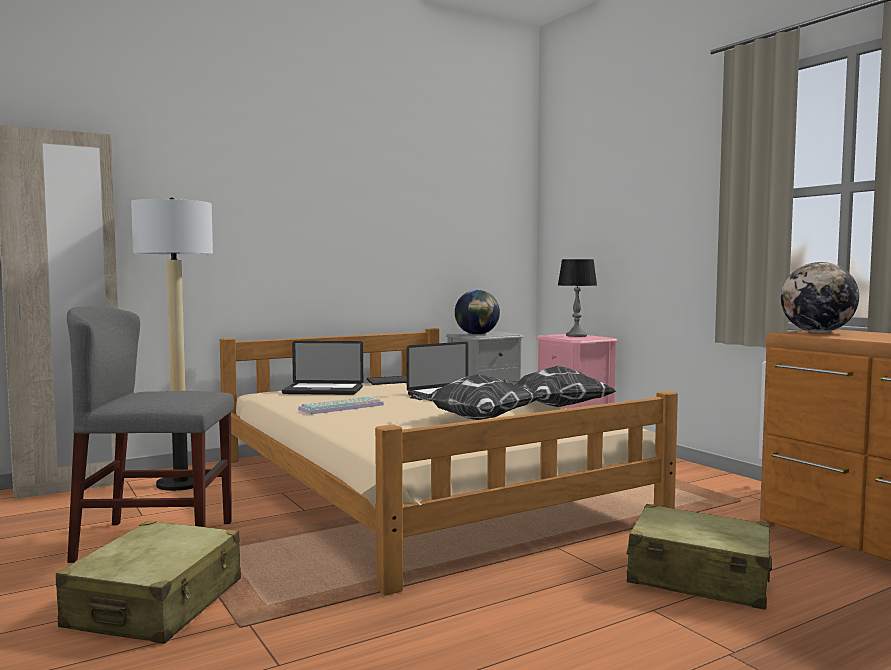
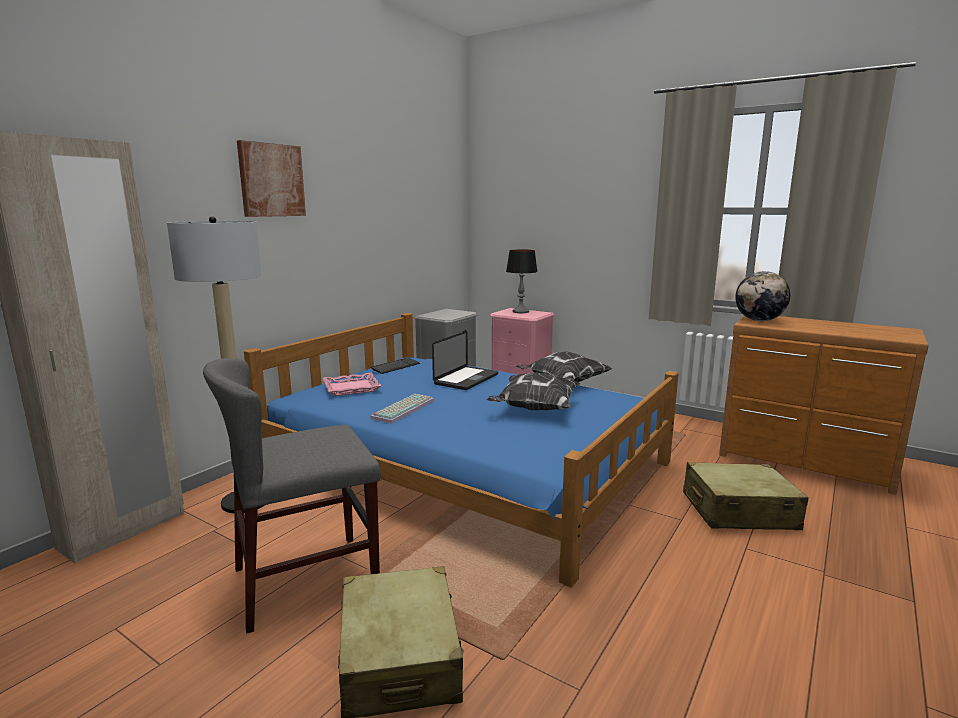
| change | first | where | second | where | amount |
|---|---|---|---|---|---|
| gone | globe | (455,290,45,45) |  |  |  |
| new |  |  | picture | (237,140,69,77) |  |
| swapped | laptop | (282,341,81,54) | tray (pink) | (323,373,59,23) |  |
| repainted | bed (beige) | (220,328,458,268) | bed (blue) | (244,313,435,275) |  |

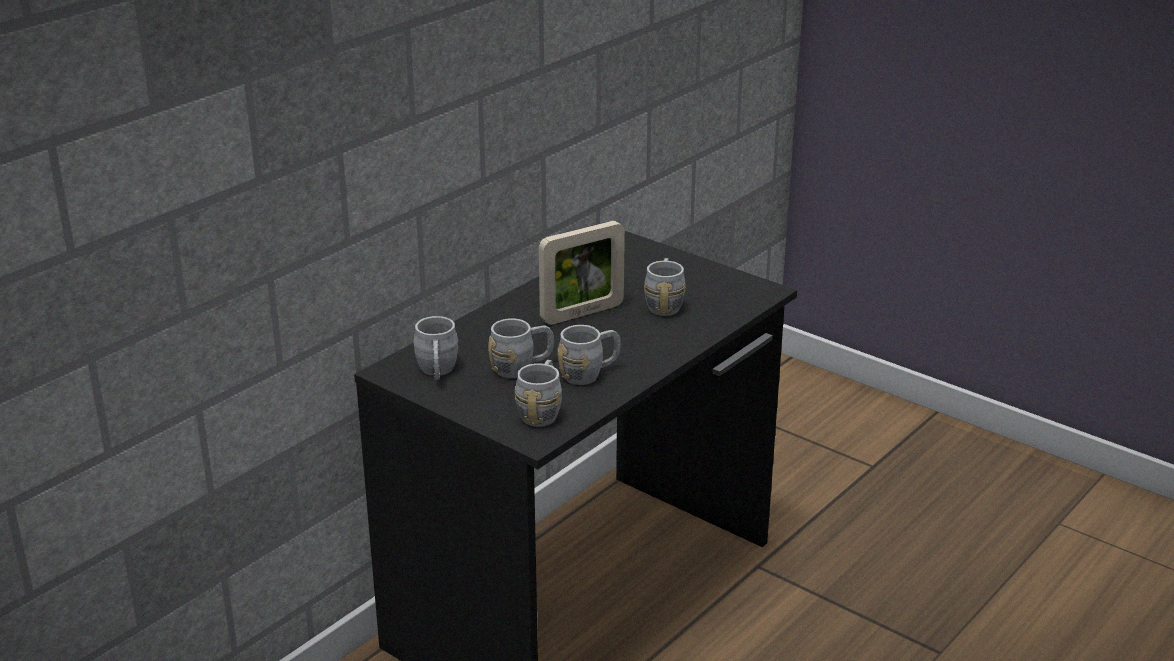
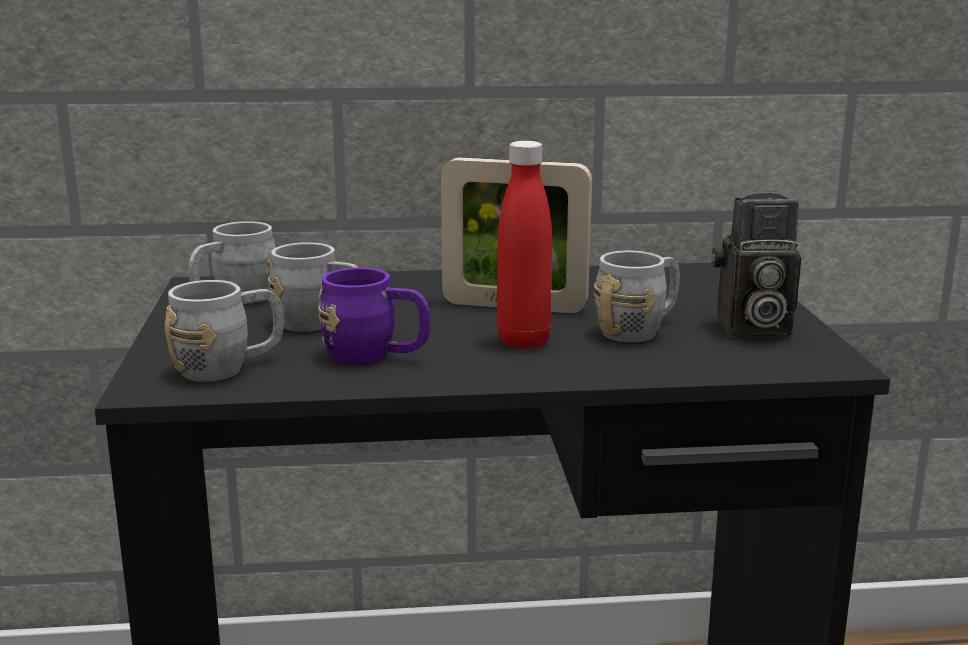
| change | first | where | second | where | amount |
|---|---|---|---|---|---|
| new |  |  | bottle (red) | (497,141,55,208) |  |
| new |  |  | photo camera | (712,193,89,146) |  |
| repainted | mug (grey) | (558,325,63,60) | mug (purple) | (318,267,113,98) |  |

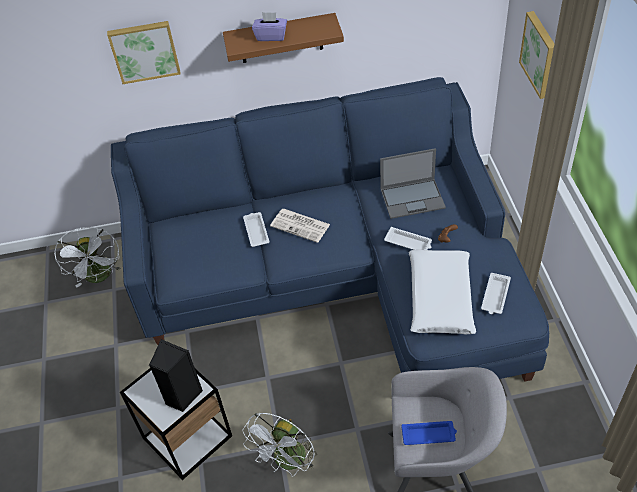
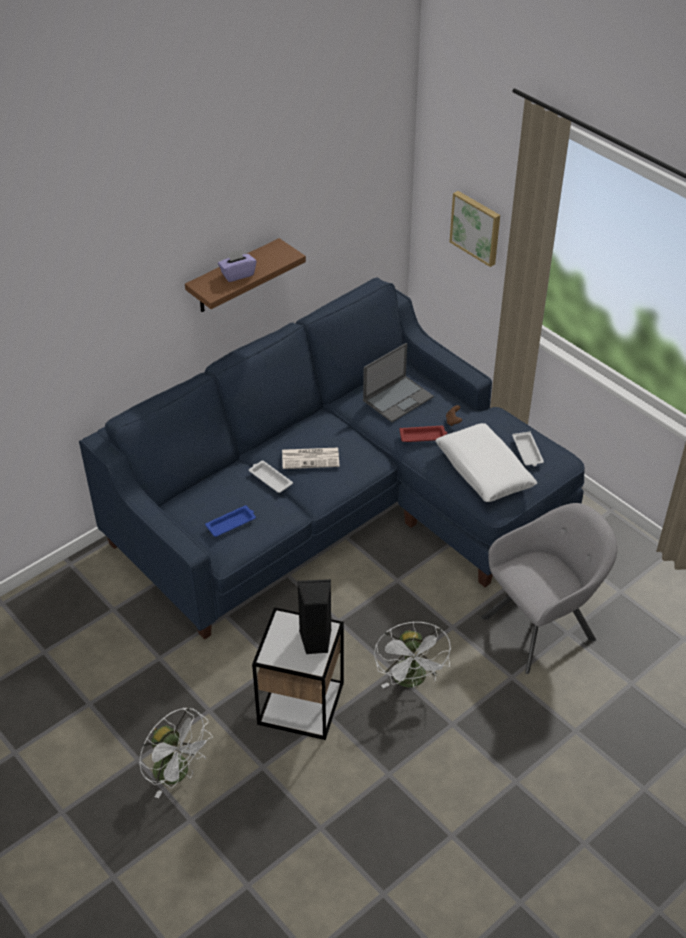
| change | first | where | second | where | amount |
|---|---|---|---|---|---|
| gone | picture | (107,21,74,63) |  |  |  |
| shifted | fan (white) | (54,227,66,61) |  | (139,707,74,91) |  |
| shifted | tray (blue) | (401,421,56,24) |  | (205,506,51,31) |  |
| repainted | tray (white) | (384,227,48,23) | tray (red) | (399,426,48,16) |  |

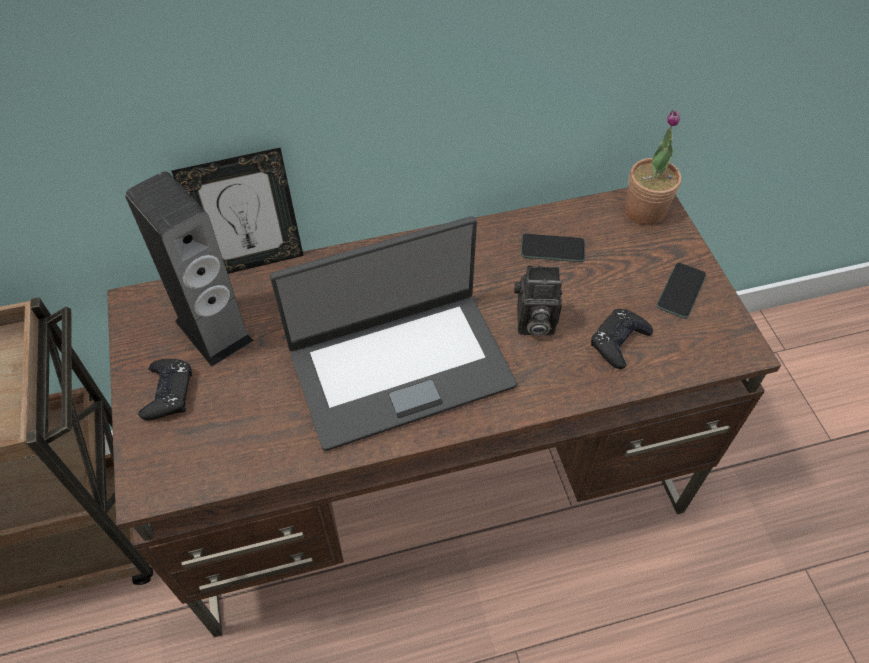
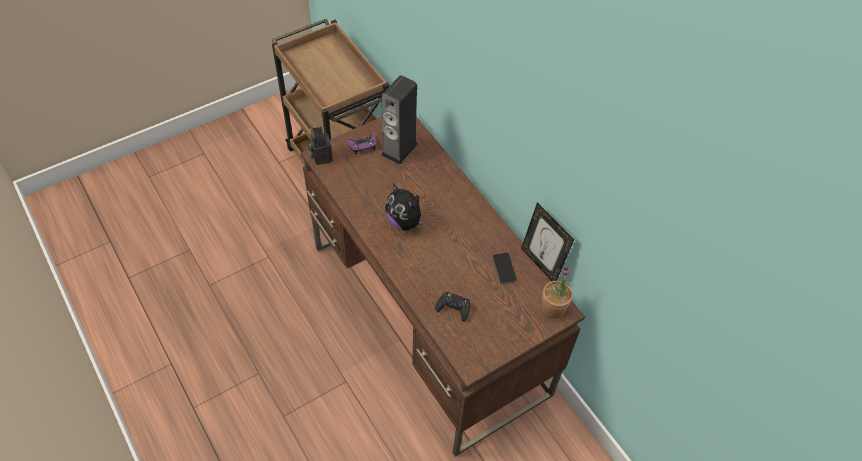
| change | first | where | second | where | amount |
|---|---|---|---|---|---|
| gone | phone | (657,263,49,56) |  |  |  |
| shifted | picture frame | (171,148,133,126) |  | (521,202,53,79) |  |
| shifted | photo camera | (514,266,48,70) |  | (308,127,25,38) |  |
| swapped | laptop | (270,216,247,235) | plush toy | (385,184,42,46) |  |
| repainted | game controller (black) | (138,359,54,61) | game controller (purple) | (347,134,30,20) |  |

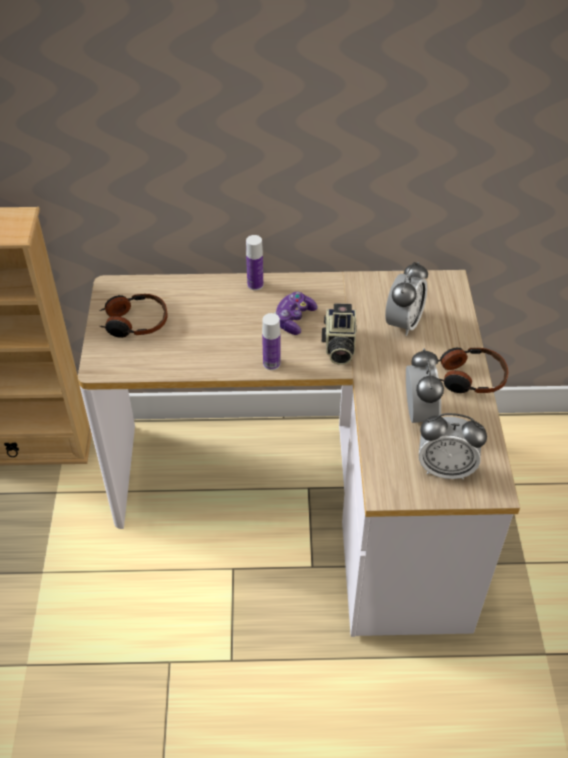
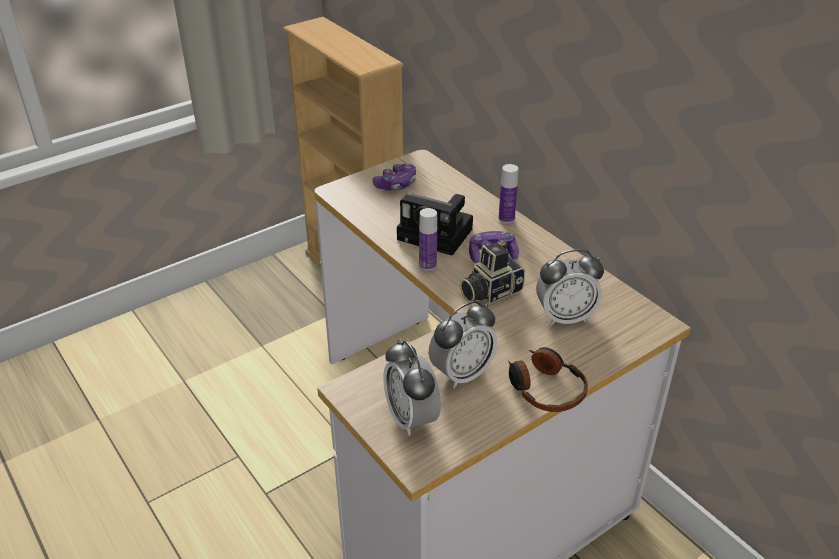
| change | first | where | second | where | amount |
|---|---|---|---|---|---|
| new |  |  | photo camera | (397,194,76,62) |  |
| swapped | headphones | (99,294,68,44) | game controller | (372,163,44,27) |  |

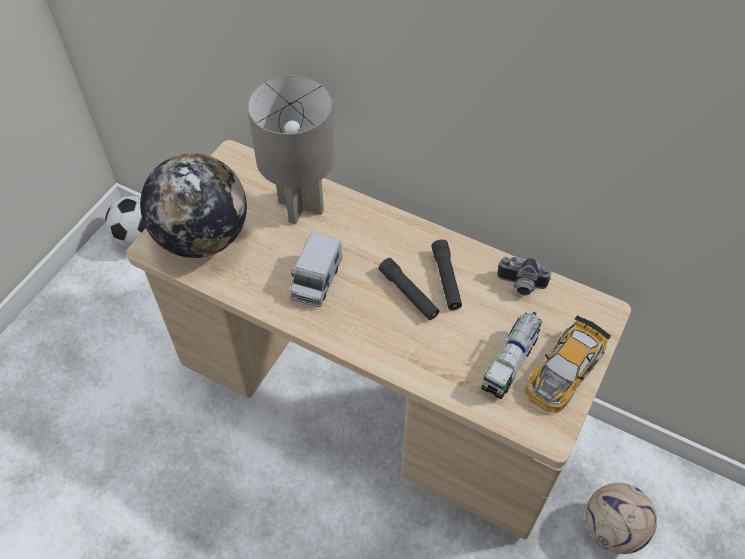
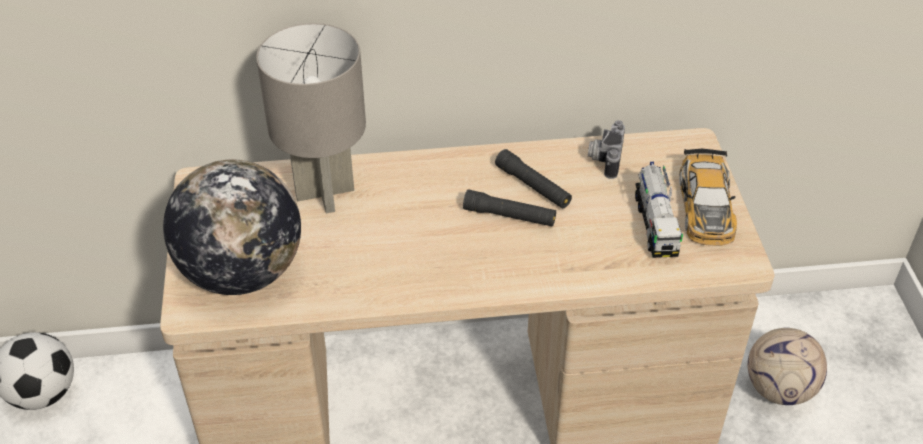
| change | first | where | second | where | amount |
|---|---|---|---|---|---|
| gone | toy truck | (290,233,52,74) |  |  |  |
| rotated | photo camera | (497,257,54,38) |  | (588,120,37,59) | 120 degrees clockwise |

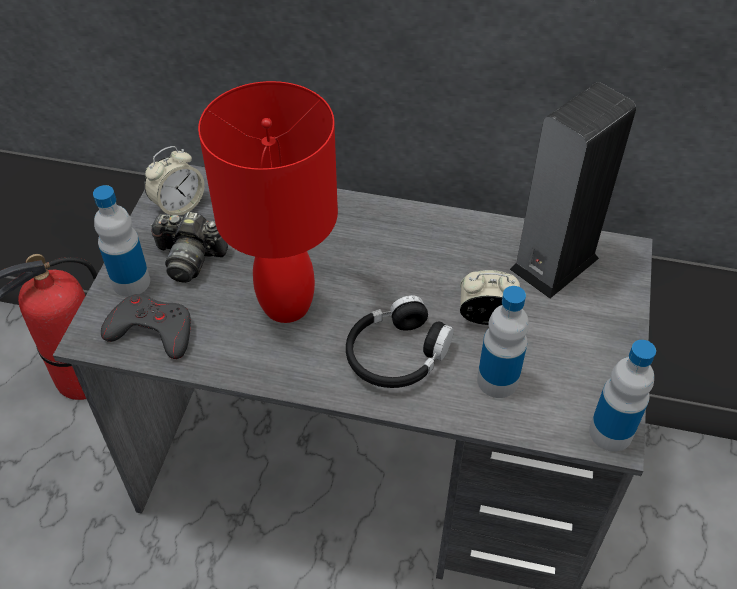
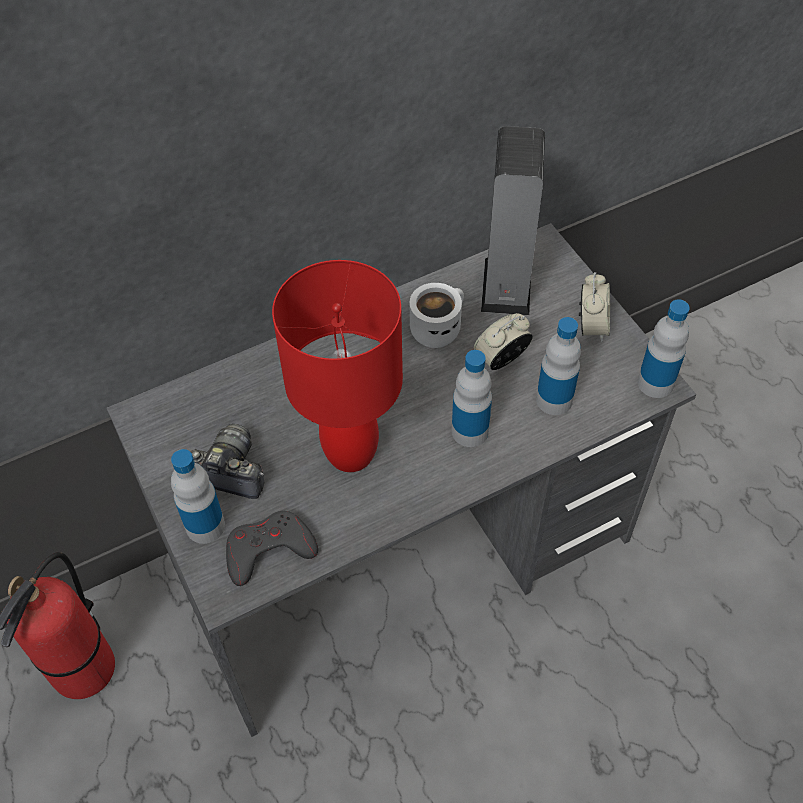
| change | first | where | second | where | amount |
|---|---|---|---|---|---|
| new |  |  | mug (white) | (410,283,54,65) |  |
| shifted | alarm clock | (144,146,60,70) |  | (579,272,31,70) |  |
| swapped | headphones (black) | (346,295,108,93) | bottle | (452,350,40,97) |  |
| rotated | photo camera | (150,212,78,71) |  | (191,424,73,75) | 135 degrees counterclockwise |

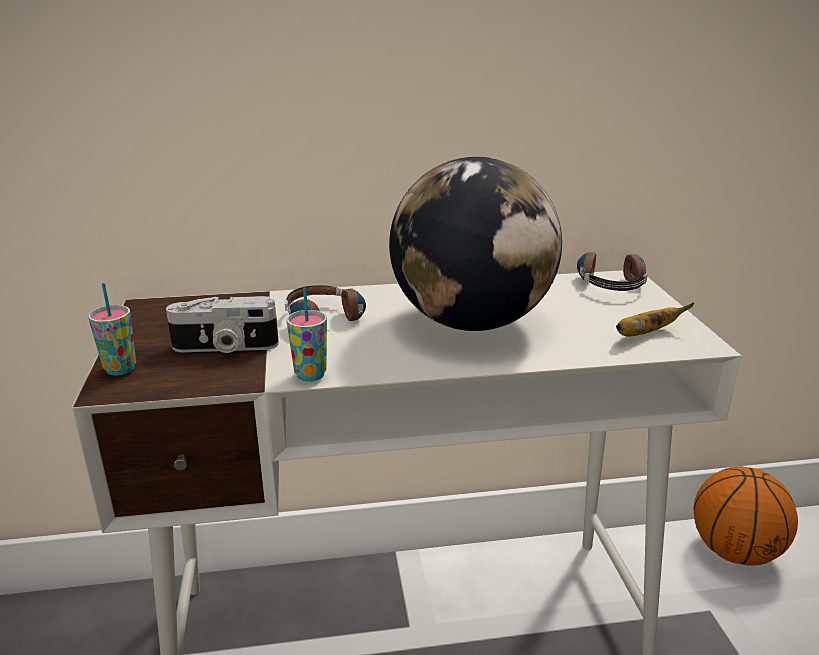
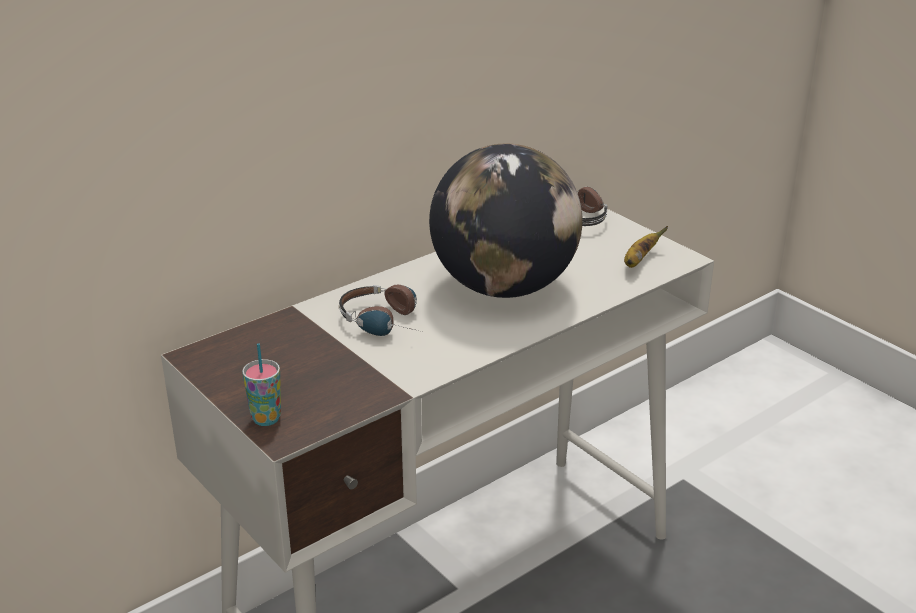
| change | first | where | second | where | amount |
|---|---|---|---|---|---|
| gone | photo camera | (166,296,113,57) |  |  |  |
| gone | cup | (287,288,40,93) |  |  |  |
| gone | basketball | (693,466,105,100) |  |  |  |

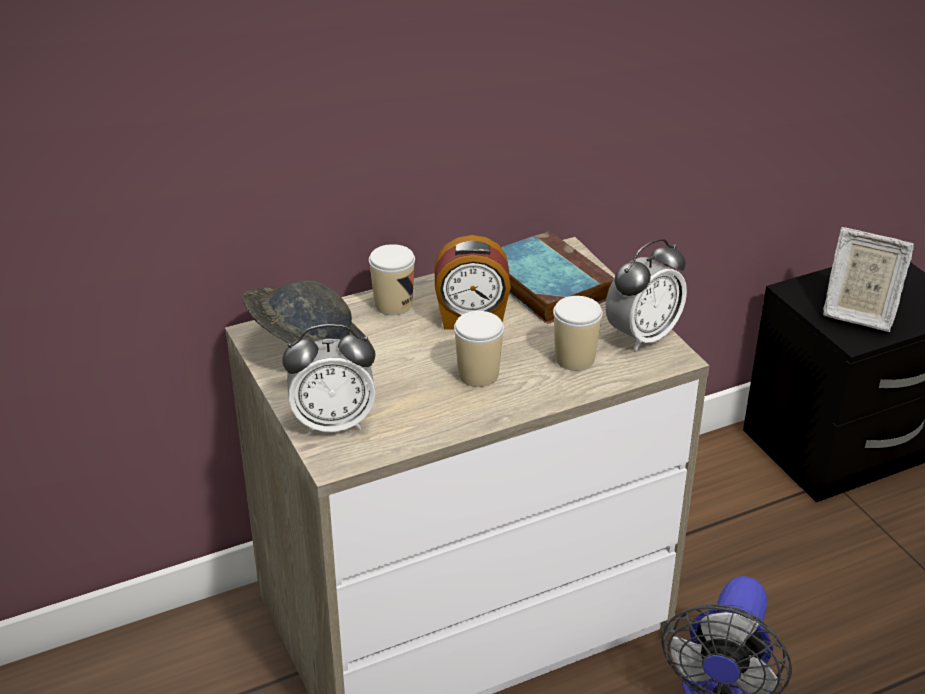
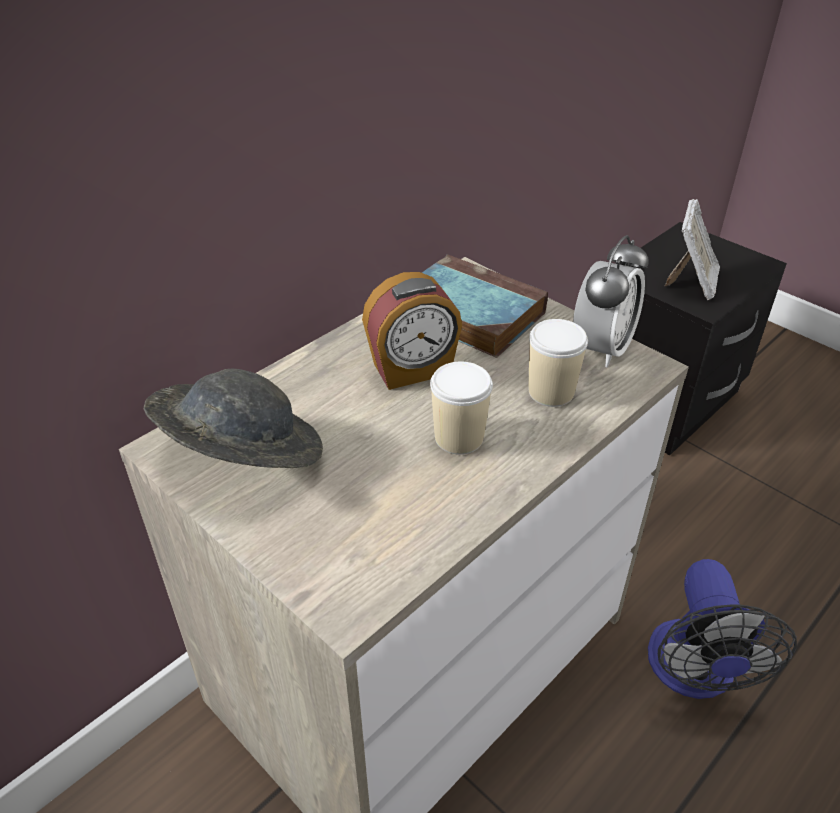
| change | first | where | second | where | amount |
|---|---|---|---|---|---|
| gone | alarm clock | (282,324,94,111) |  |  |  |
| gone | cup | (369,244,46,71) |  |  |  |
| rotated | picture frame | (823,227,91,105) |  | (665,199,55,101) | 75 degrees counterclockwise |

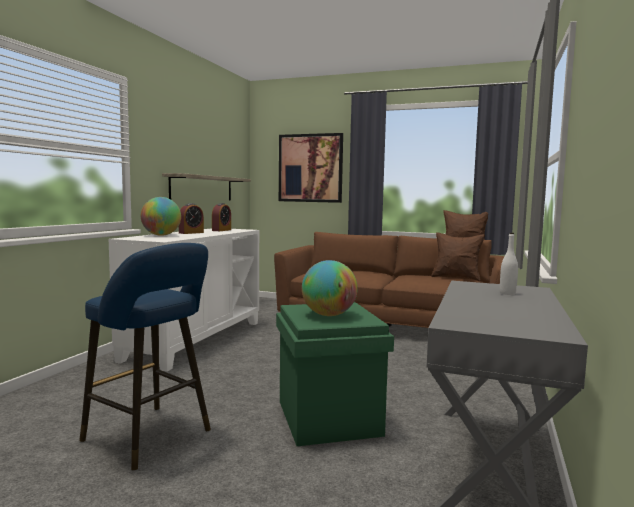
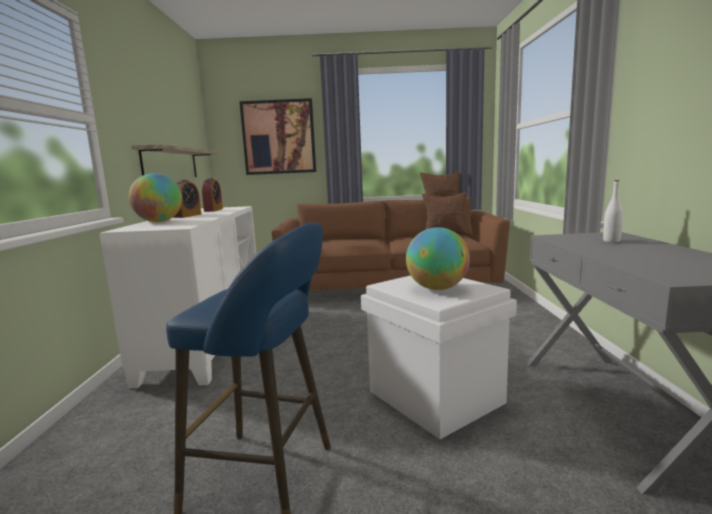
| change | first | where | second | where | amount |
|---|---|---|---|---|---|
| repainted | storage box (green) | (276,302,118,144) | storage box (white) | (361,275,156,164) |  |

